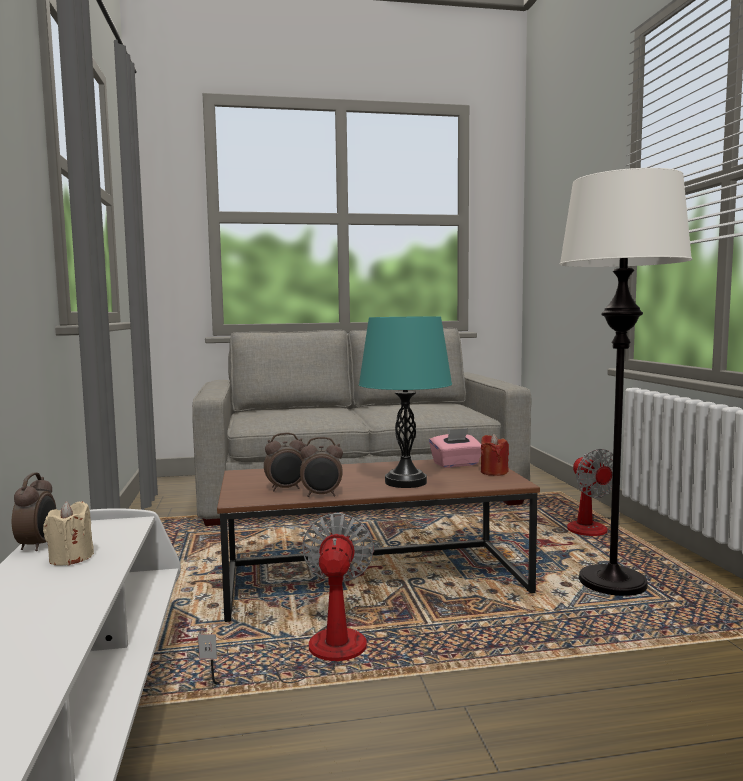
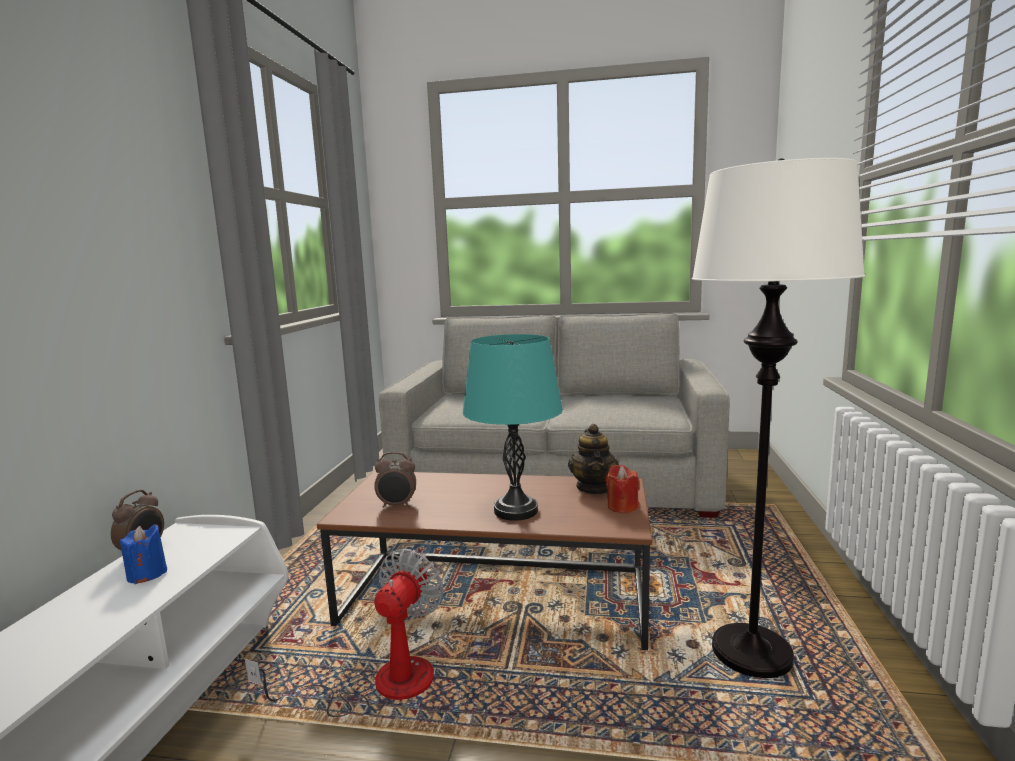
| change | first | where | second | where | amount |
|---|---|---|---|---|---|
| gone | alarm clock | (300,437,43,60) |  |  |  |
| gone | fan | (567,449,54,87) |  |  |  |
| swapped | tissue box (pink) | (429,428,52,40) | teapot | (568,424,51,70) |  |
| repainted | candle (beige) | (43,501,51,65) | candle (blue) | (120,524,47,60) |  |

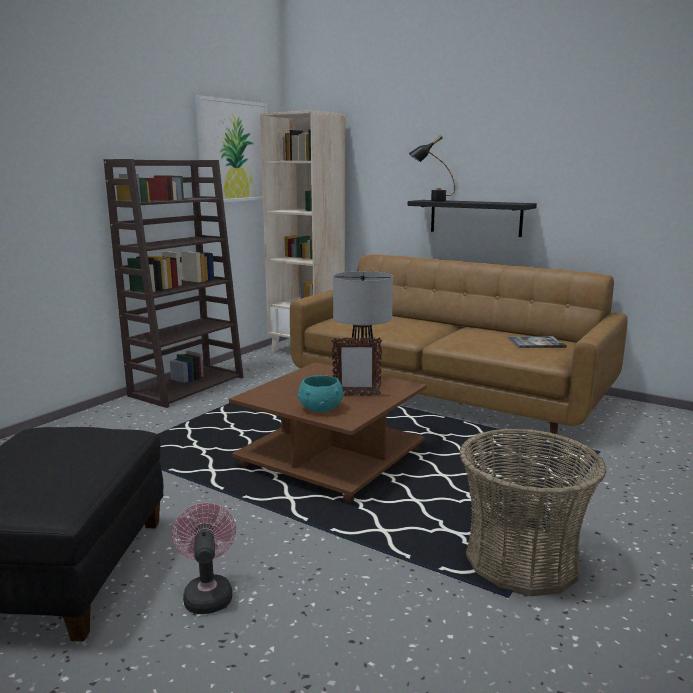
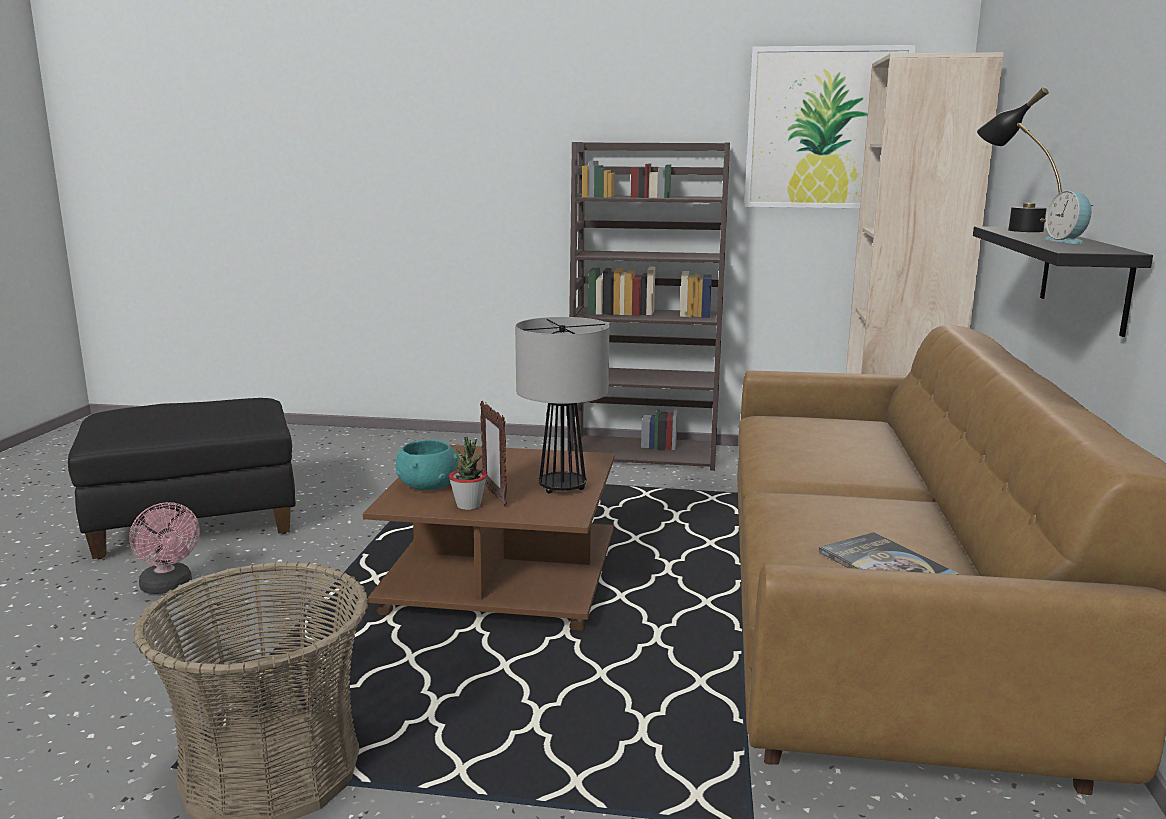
| change | first | where | second | where | amount |
|---|---|---|---|---|---|
| new |  |  | potted plant | (449,436,38,74) |  |
| new |  |  | alarm clock | (1045,190,49,54) |  |
| rotated | fan (pink) | (172,503,64,111) |  | (129,502,71,92) | 90 degrees clockwise |

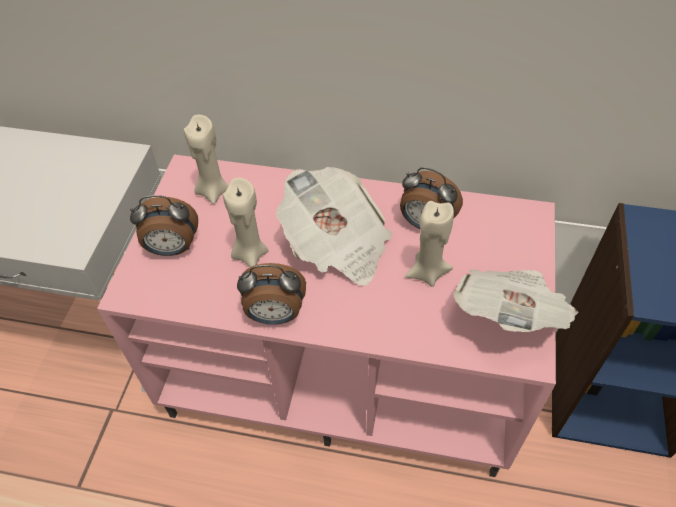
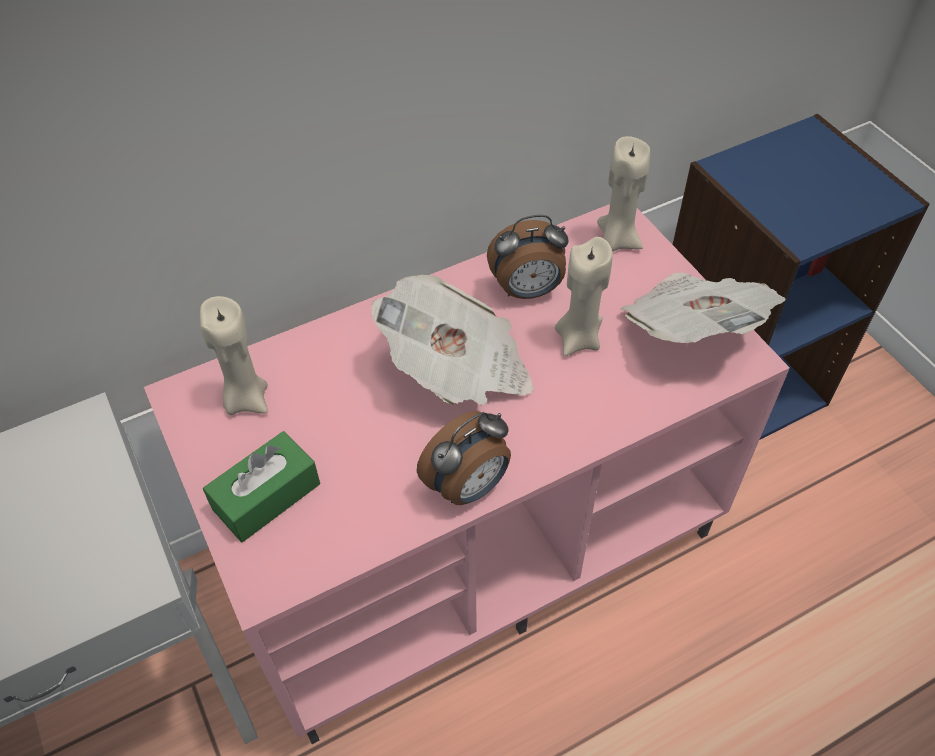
| change | first | where | second | where | amount |
|---|---|---|---|---|---|
| shifted | candle (beige) | (223,178,46,89) |  | (597,136,53,116) |  |
| swapped | alarm clock | (130,195,68,61) | tissue box (green) | (203,431,117,111) |  |

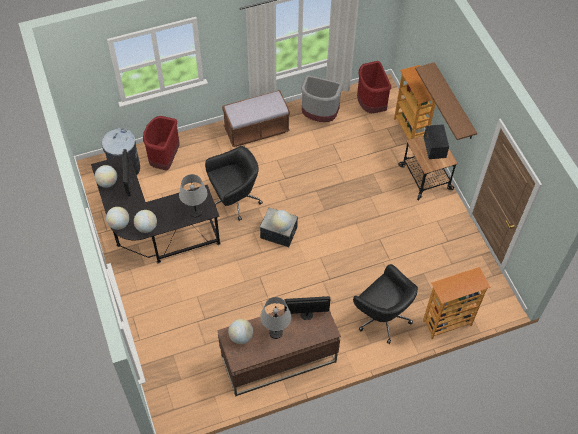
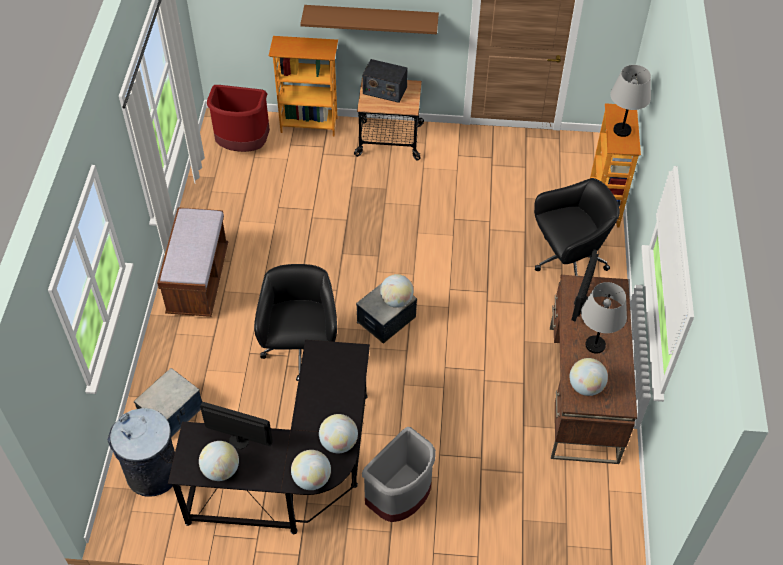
| change | first | where | second | where | amount |
|---|---|---|---|---|---|
| shifted | table lamp (grey) | (179,174,28,43) |  | (610,65,41,72) |  |
| shifted | trash can (grey) | (301,75,42,47) |  | (362,427,74,95) |  |
| swapped | trash can (red) | (143,116,37,55) | storage box | (134,368,68,69) |  |

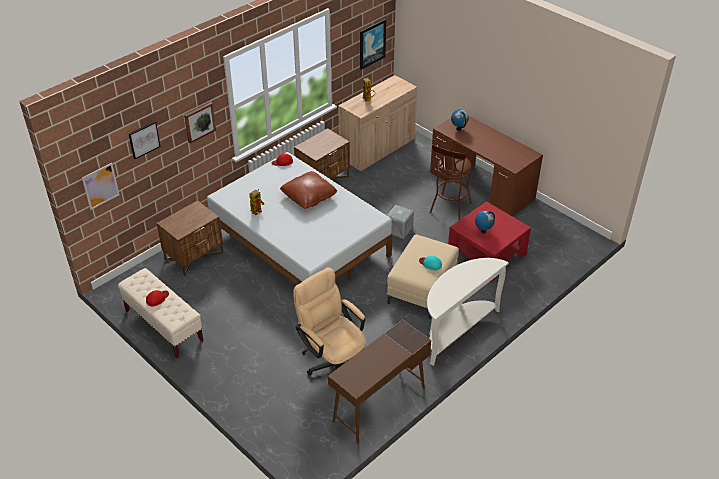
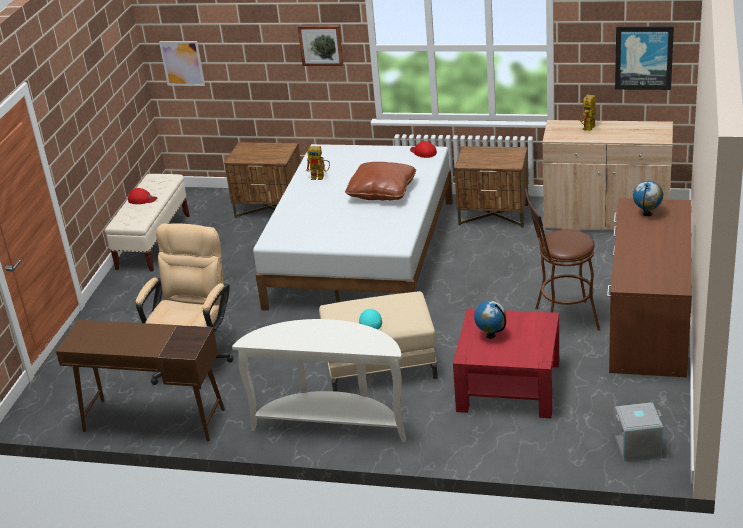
| change | first | where | second | where | amount |
|---|---|---|---|---|---|
| gone | picture | (128,121,33,38) |  |  |  |
| shifted | storage box (grey) | (387,205,27,34) |  | (615,402,48,59) |  |

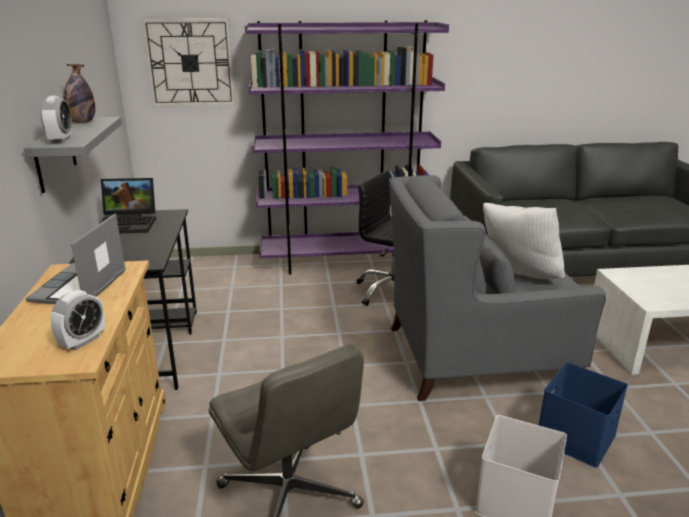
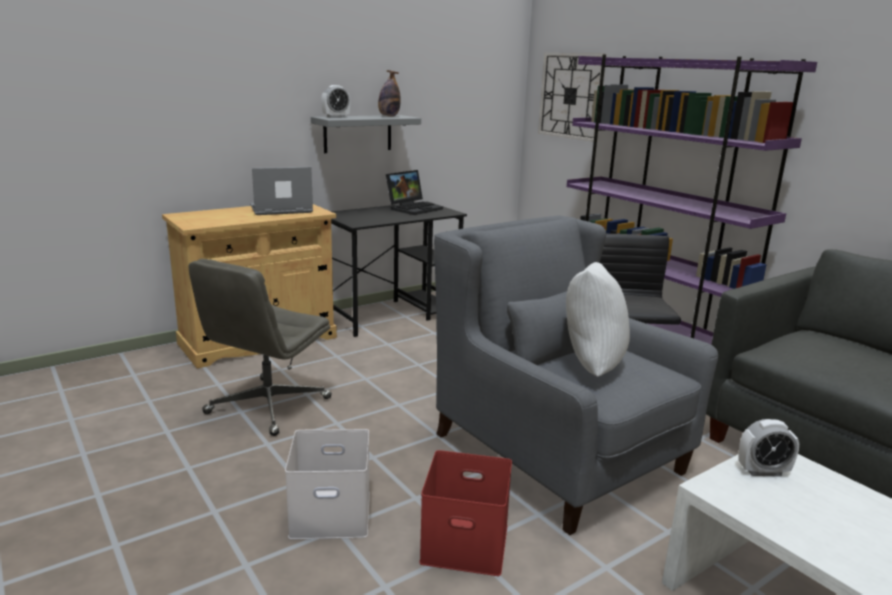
| change | first | where | second | where | amount |
|---|---|---|---|---|---|
| shifted | alarm clock | (50,290,55,60) |  | (739,419,60,58) |  |
| repainted | storage box (blue) | (539,362,89,106) | storage box (red) | (419,450,93,126) |  |
| rotated | laptop | (101,178,55,55) |  | (386,170,57,45) | 105 degrees counterclockwise |

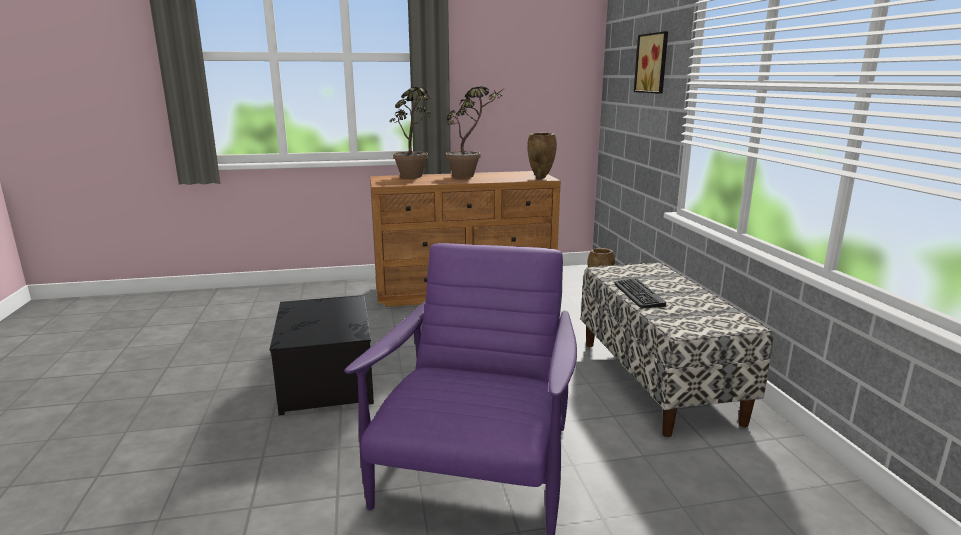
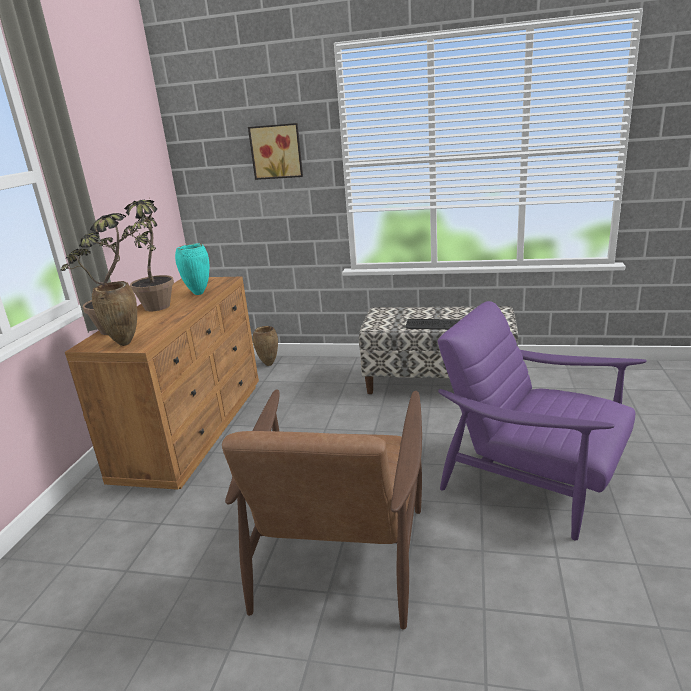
| change | first | where | second | where | amount |
|---|---|---|---|---|---|
| new |  |  | vase (turquoise) | (175,244,34,51) |  |
| shifted | vase (brown) | (527,133,30,46) |  | (92,281,45,65) |  |
| swapped | storage box | (269,295,105,121) | armchair (brown) | (222,389,200,241) |  |

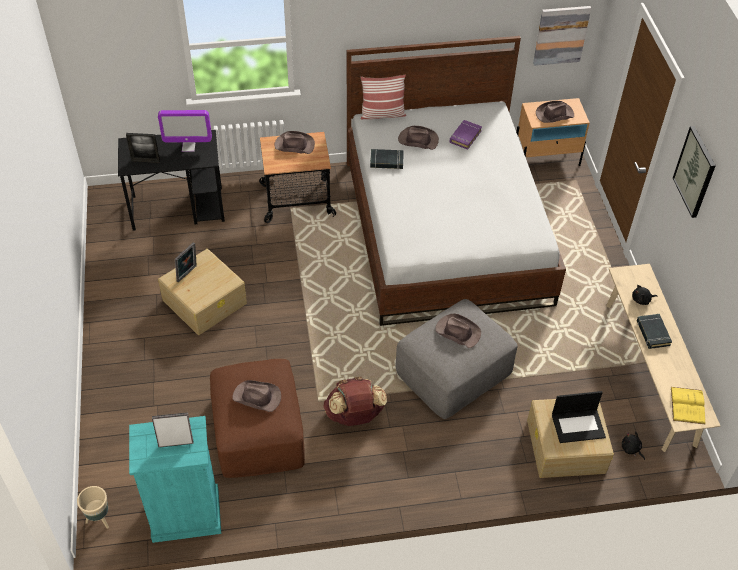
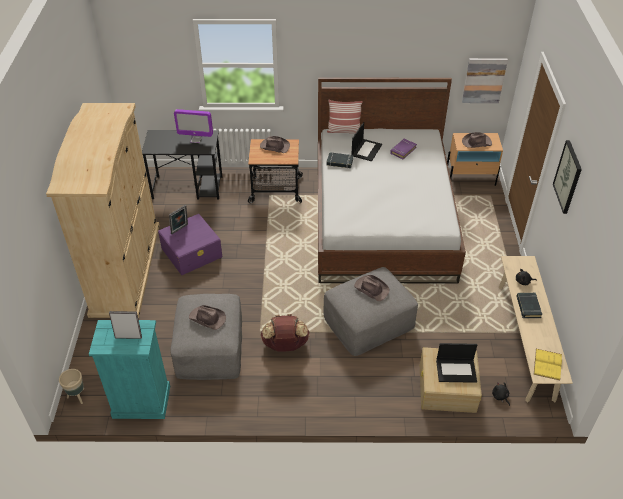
| change | first | where | second | where | amount |
|---|---|---|---|---|---|
| gone | picture frame | (126,133,34,30) |  |  |  |
| new |  |  | wardrobe (beige) | (46,103,113,215) |  |
| swapped | hat (brown) | (398,126,41,24) | laptop | (351,122,31,39) |  |
| repainted | storage box (beige) | (158,249,89,86) | storage box (purple) | (158,214,64,61) |  |
| repainted | ottoman (brown) | (210,359,95,119) | ottoman (grey) | (170,294,72,86) |  |

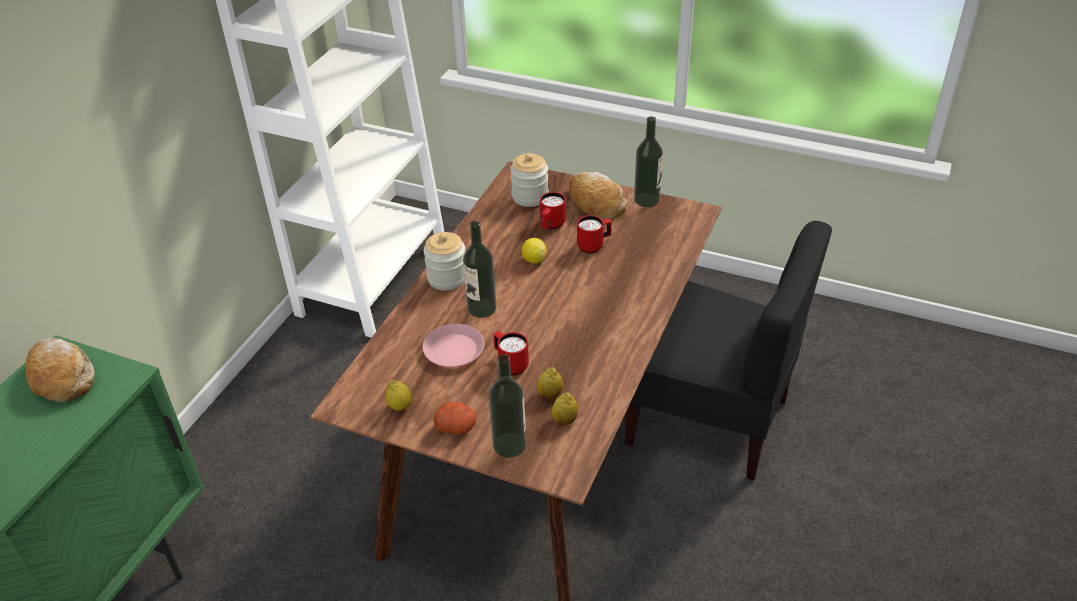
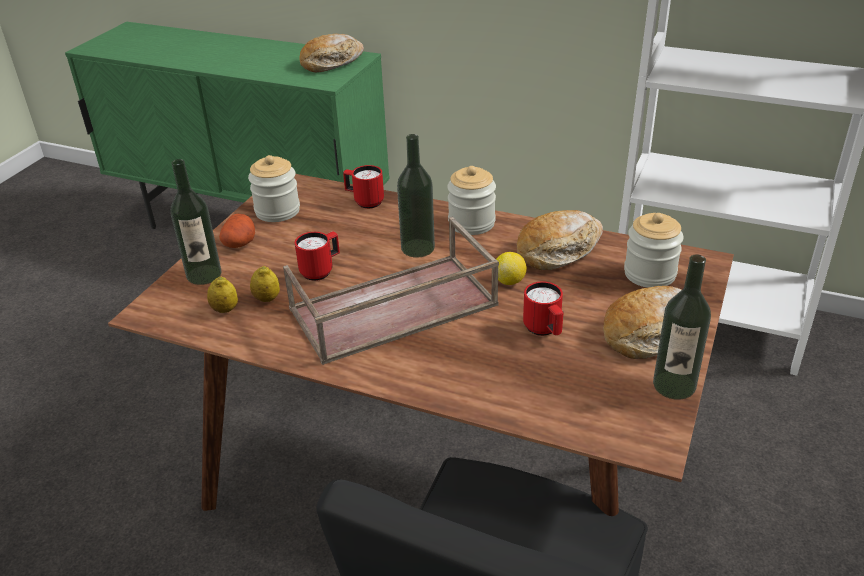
| change | first | where | second | where | amount |
|---|---|---|---|---|---|
| gone | plate (pink) | (423,324,61,43) |  |  |  |
| new |  |  | tray (brown) | (283,217,216,148) |  |
| new |  |  | bread | (517,210,86,60) |  |
| shifted | mug (red) | (540,192,26,37) |  | (343,165,41,44) |  |
| swapped | lemon | (385,380,27,31) | jar | (248,155,52,67) |  |

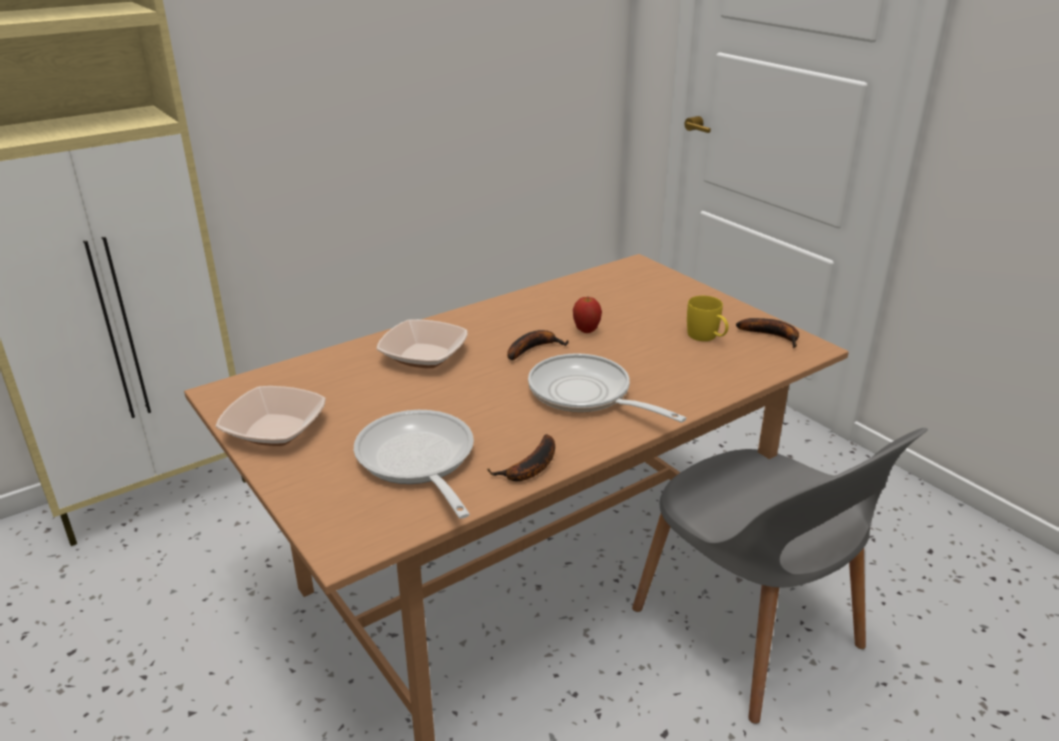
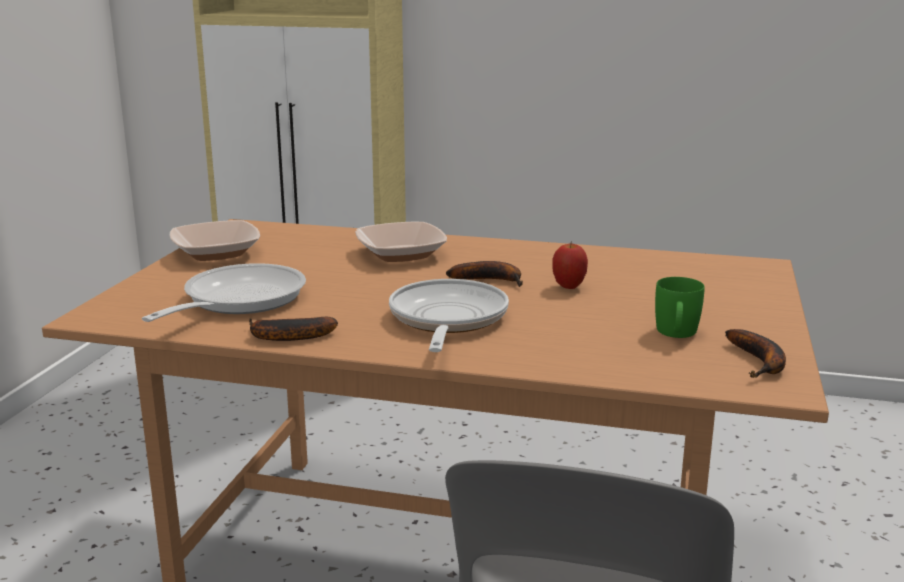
| change | first | where | second | where | amount |
|---|---|---|---|---|---|
| repainted | mug (yellow) | (687,296,42,45) | mug (green) | (655,277,50,61) |  |

